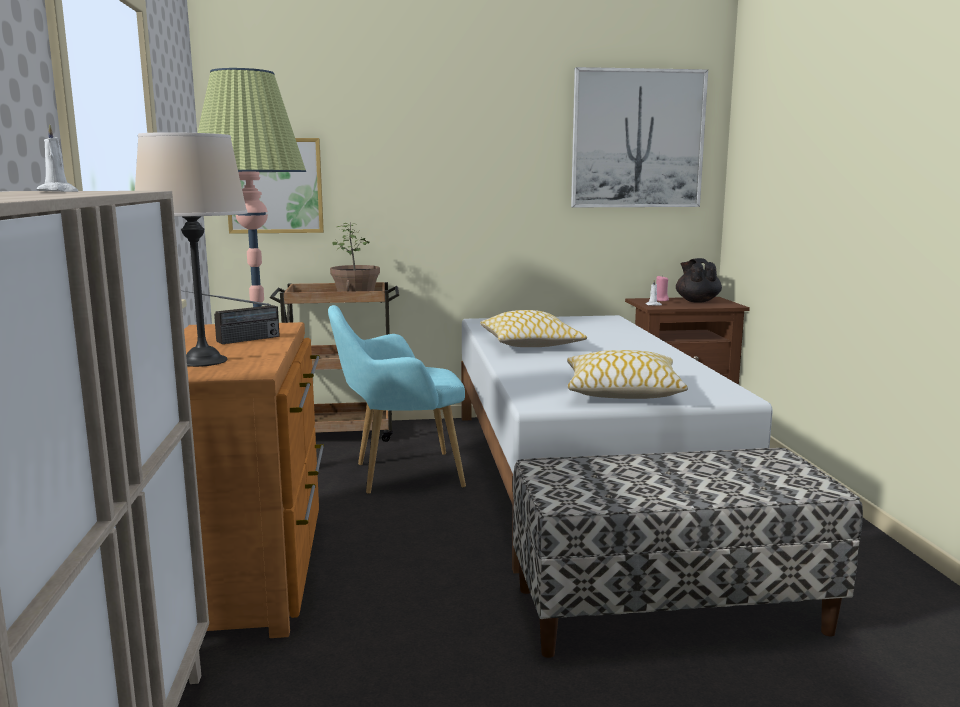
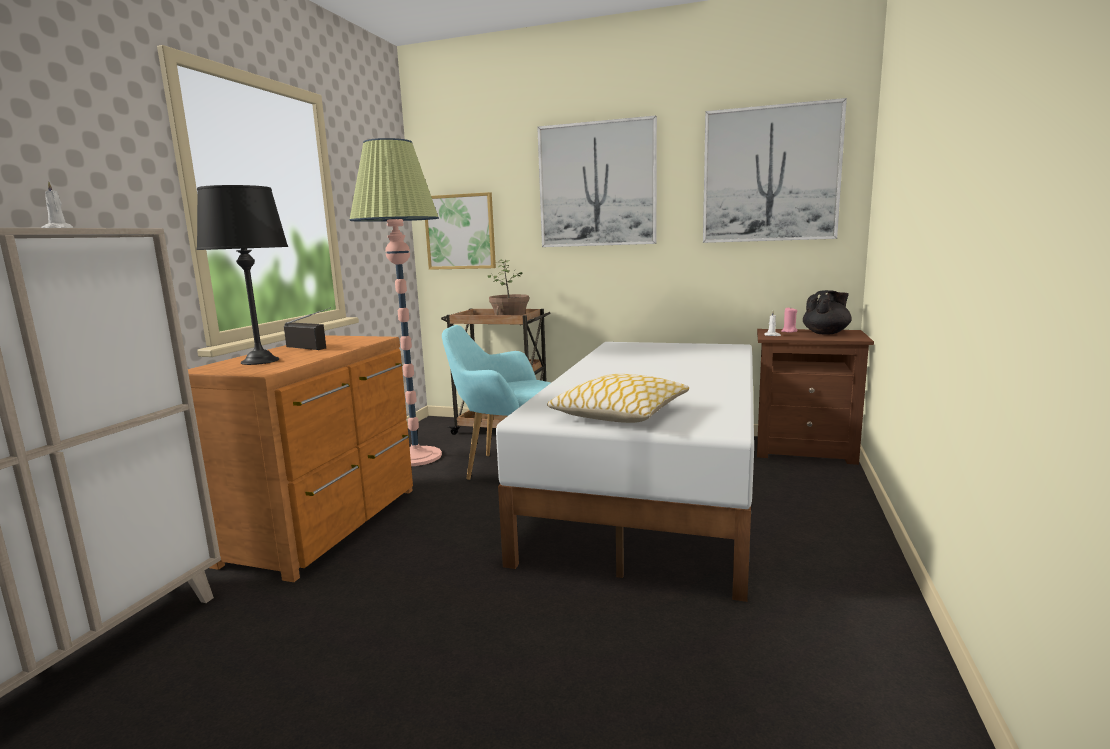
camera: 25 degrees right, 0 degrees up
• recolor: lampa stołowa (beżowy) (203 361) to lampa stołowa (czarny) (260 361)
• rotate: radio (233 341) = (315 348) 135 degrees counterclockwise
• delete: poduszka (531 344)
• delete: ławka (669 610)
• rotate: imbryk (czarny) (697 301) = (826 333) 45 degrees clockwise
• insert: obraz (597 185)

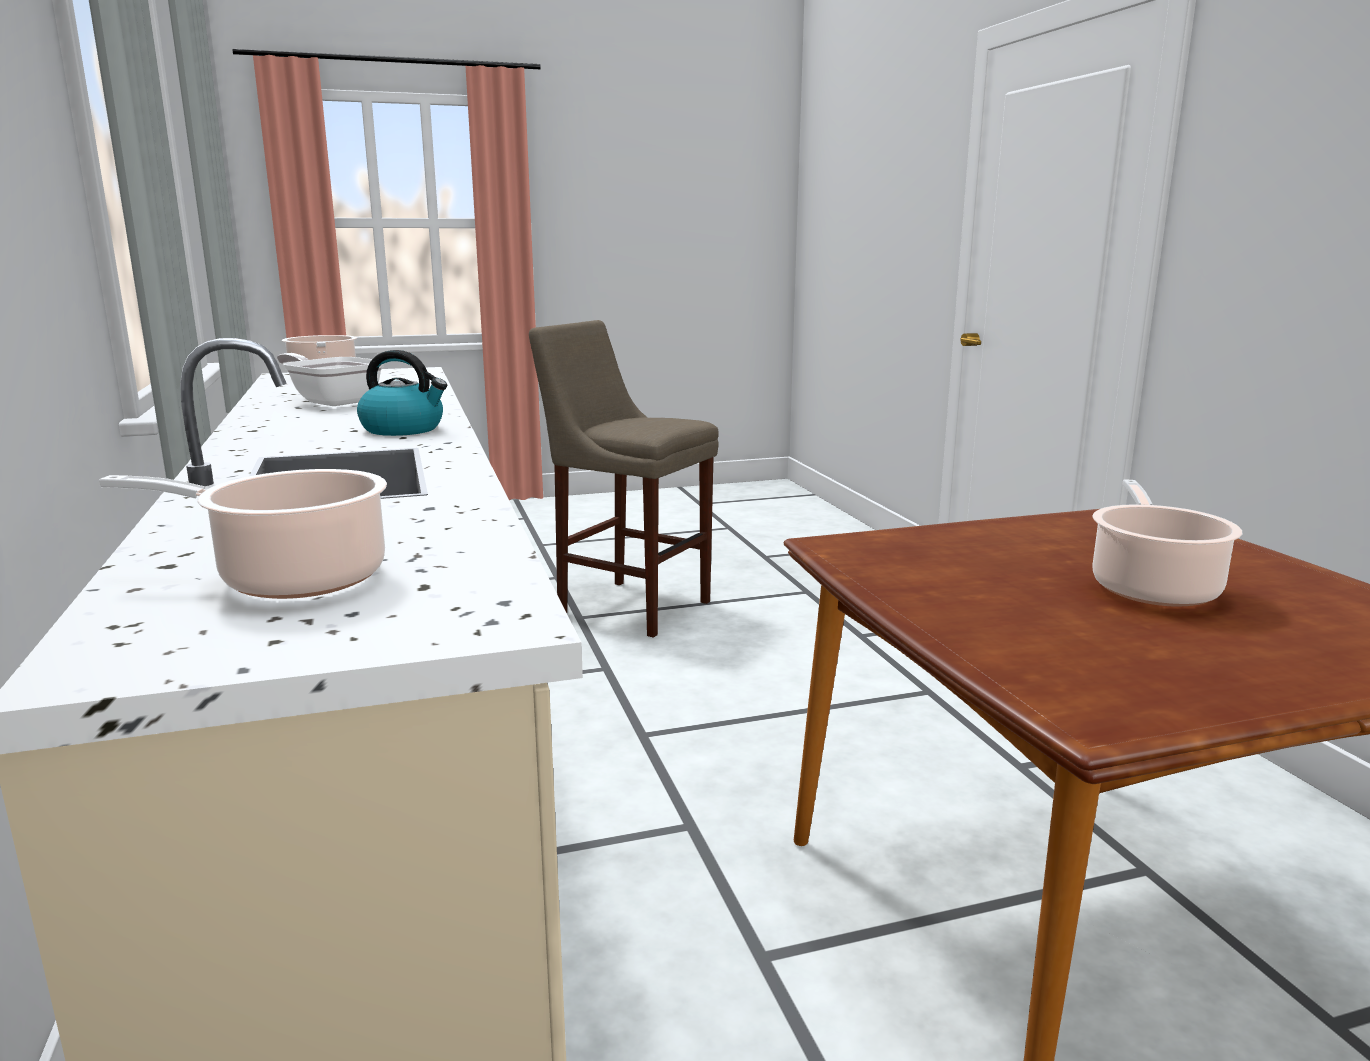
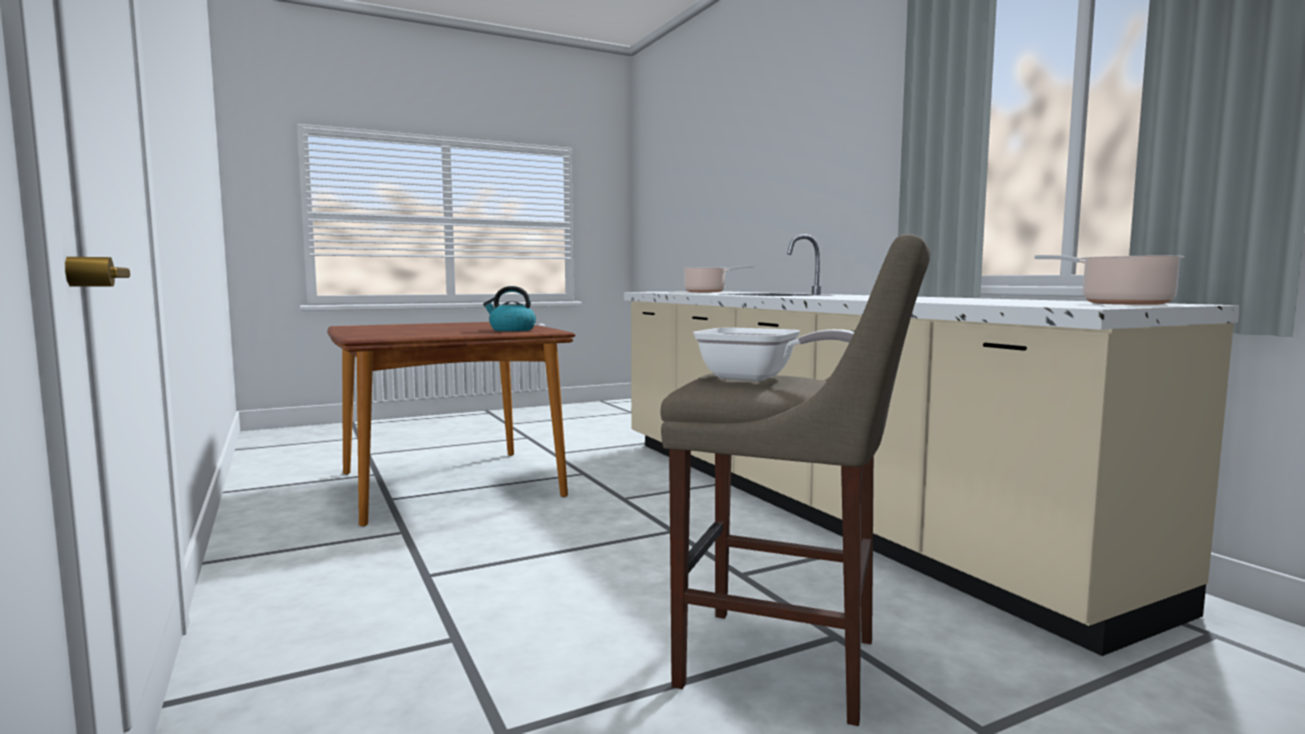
camera: 170 degrees right, 10 degrees down
• move: patelnia (333 401) to (758 378)
• move: czajnik (404 429) to (511 330)
• delete: garnek (1152 587)

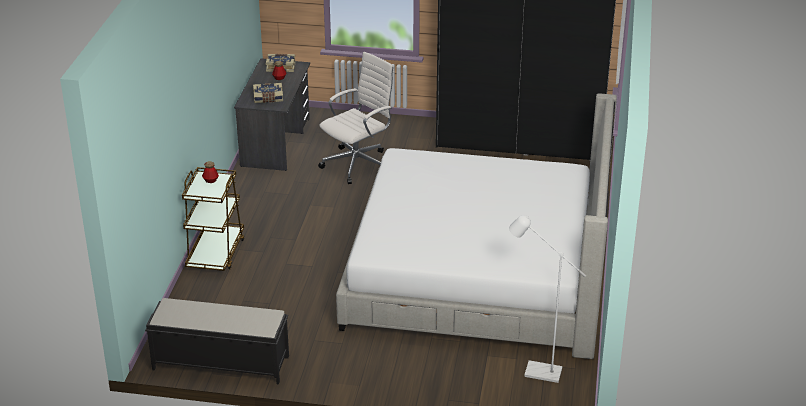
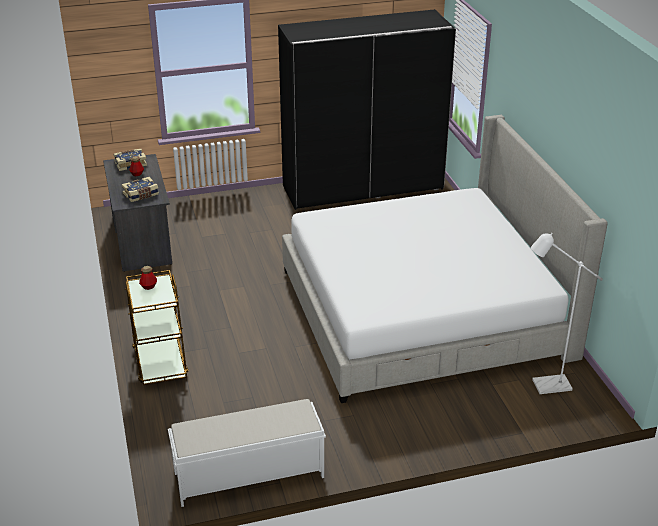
camera: 25 degrees left, 0 degrees up
• recolor: ławka (czarny) (220 363) to ławka (biały) (247 475)
• delete: krzesło biurowe (biały) (358 164)

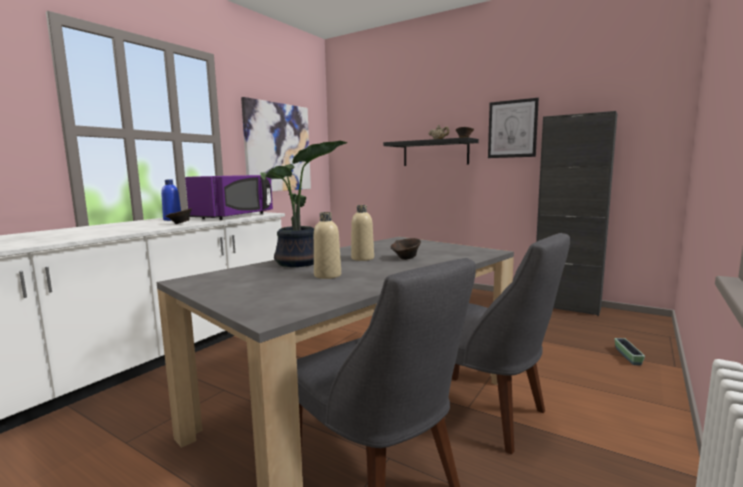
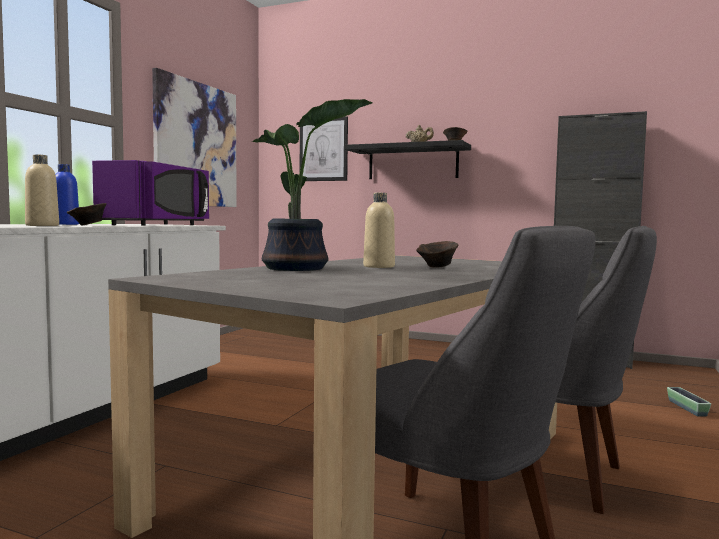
camera: 10 degrees left, 5 degrees down
• move: butelka (beżowy) (327 275) to (42 225)
• move: obraz (512 129) to (323 149)

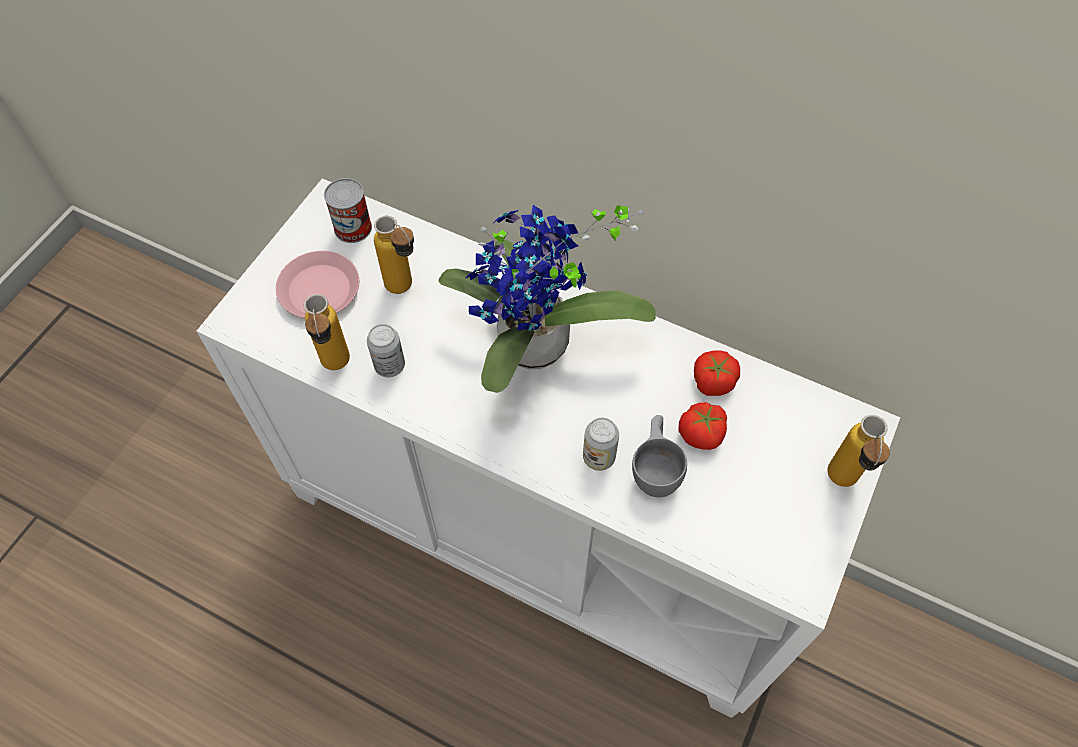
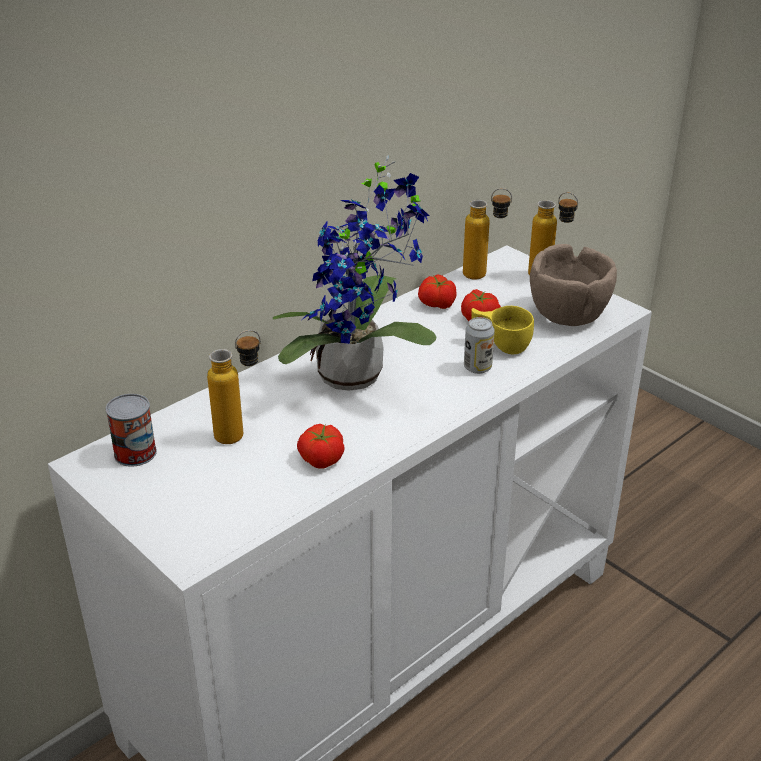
camera: 70 degrees left, 25 degrees down
• delete: talerz (różowy) (319 290)
• move: butelka (337 369) to (484 275)
• replace: puszka (389 366) to pomidor (321 459)
• recolor: filiżanka (szary) (657 468) to filiżanka (żółty) (500 344)
• insert: miska (brązowy) (567 315)

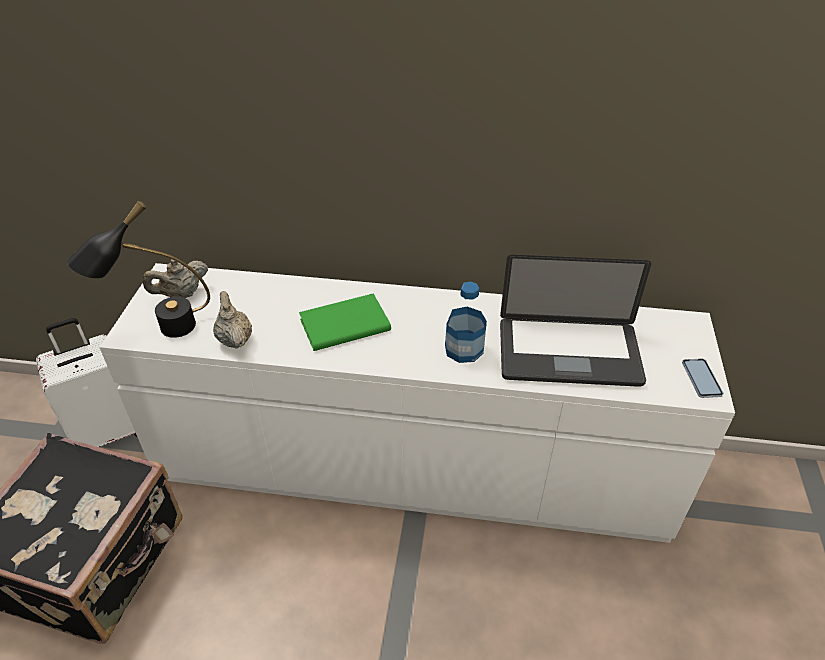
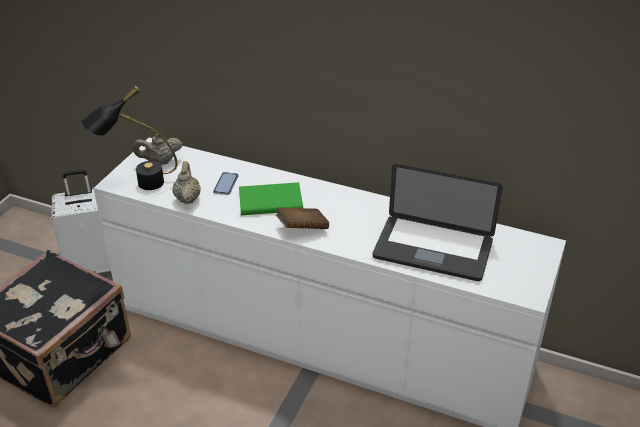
camera: 15 degrees right, 5 degrees down
• delete: butelka (464 349)
• move: telefon (701 379) to (226 184)
• insert: książka (brązowy) (302 228)

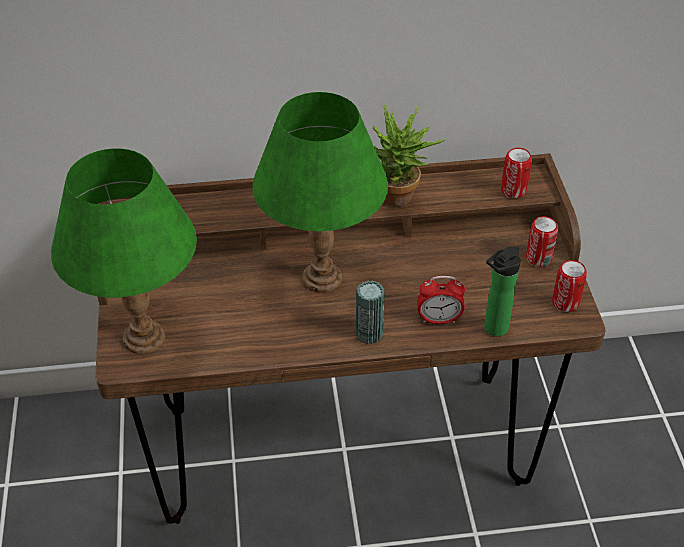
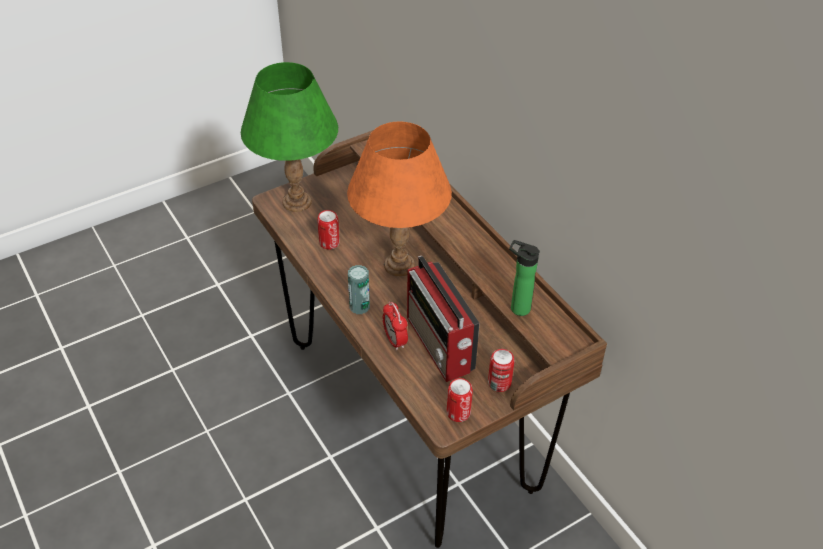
camera: 65 degrees right, 0 degrees up
• recolor: lampa stołowa (zielony) (322 278) to lampa stołowa (pomarańczowy) (398 265)
• delete: roślina doniczkowa (400 200)
• move: butelka (493 329) to (517 307)
• move: puszka (513 190) to (329 243)
• insert: radio (440 346)

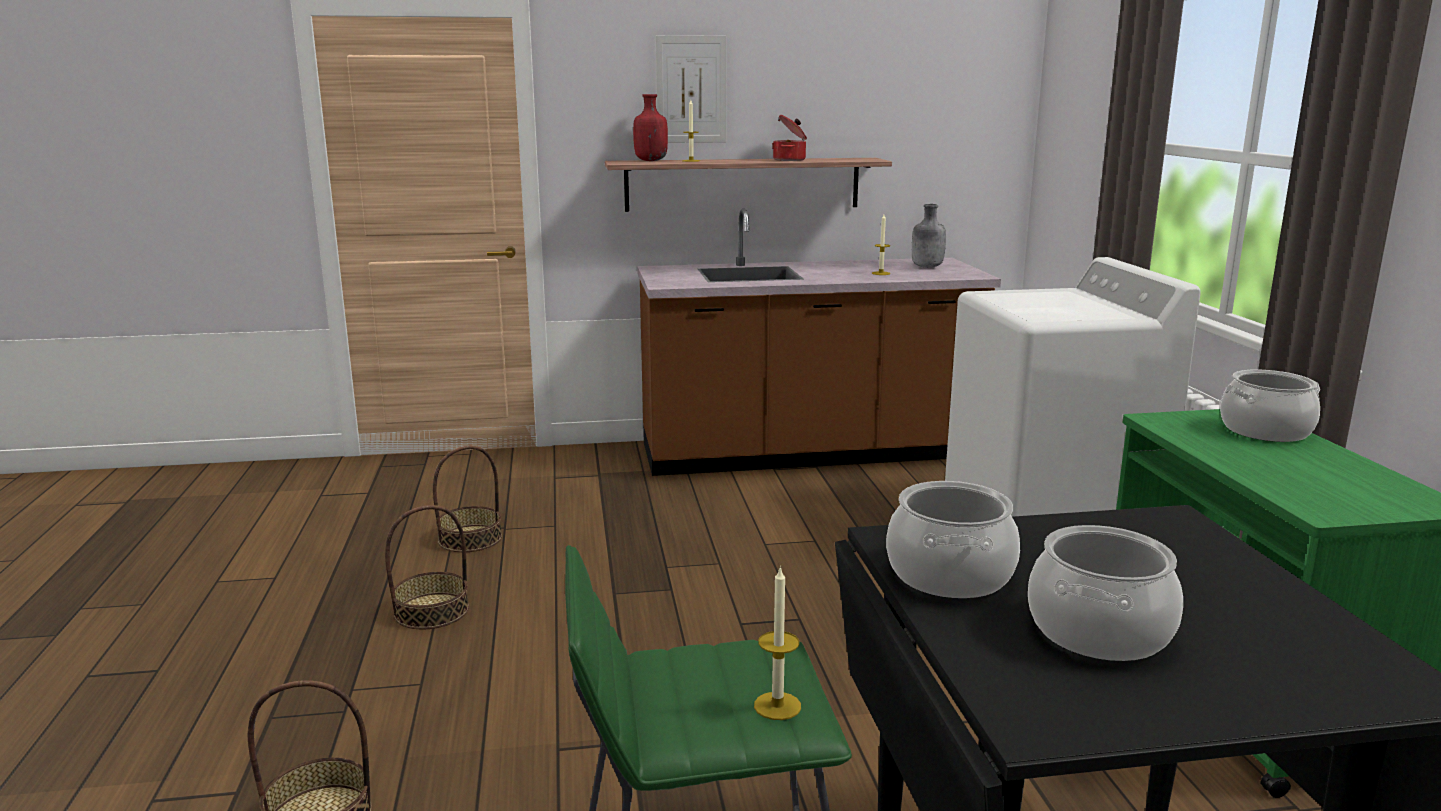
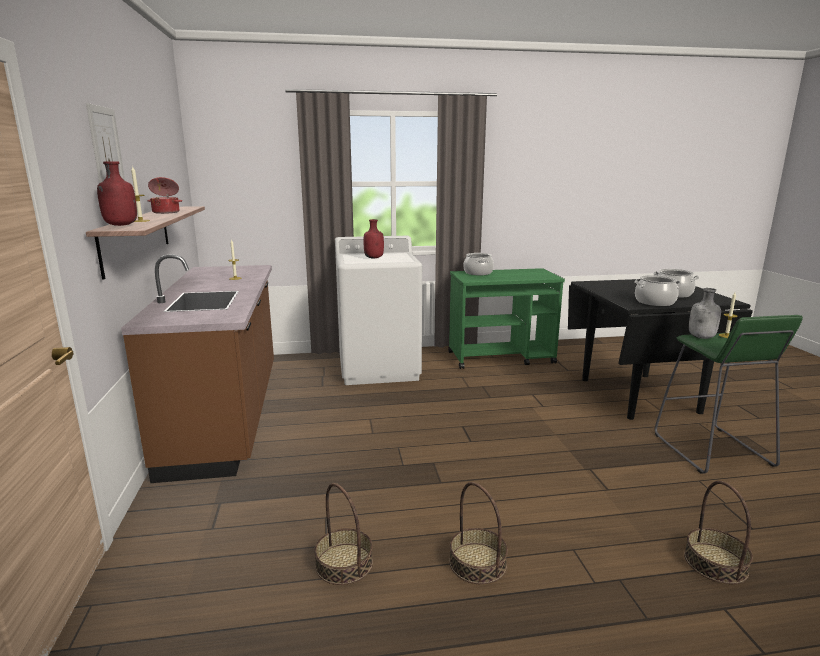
camera: 90 degrees left, 0 degrees up
• move: butelka (szary) (926 267) to (702 337)
• insert: butelka (czerwony) (374 258)

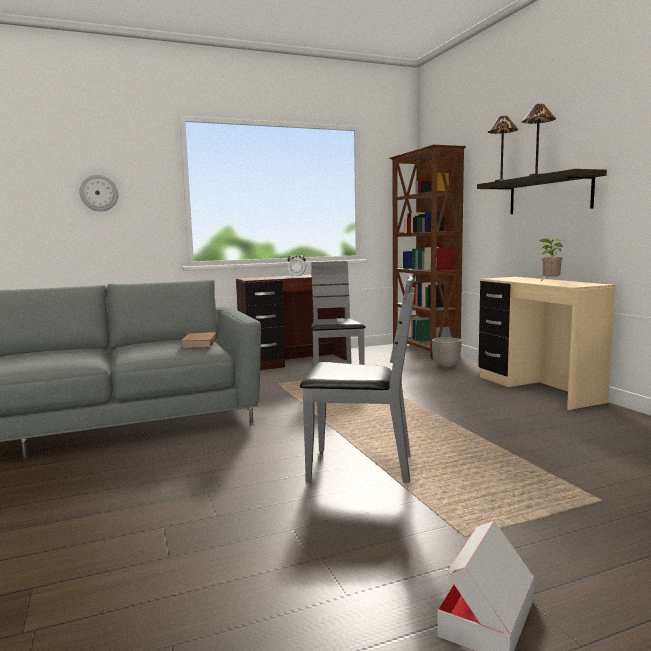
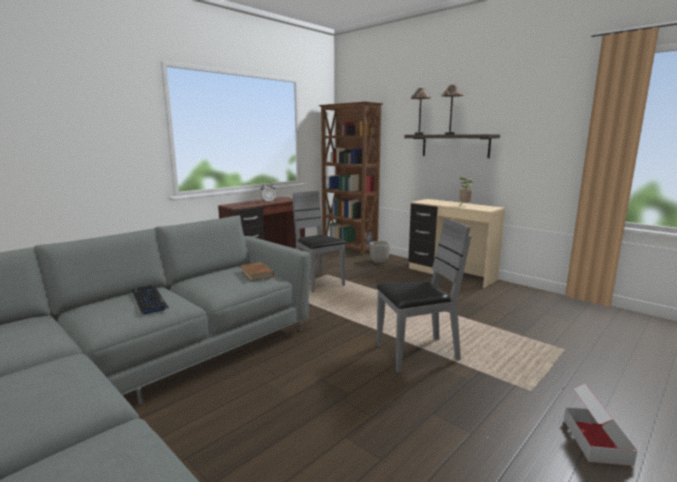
camera: 25 degrees left, 5 degrees up
• delete: zegar ścienny (99 193)
• insert: klawiatura (149 300)

